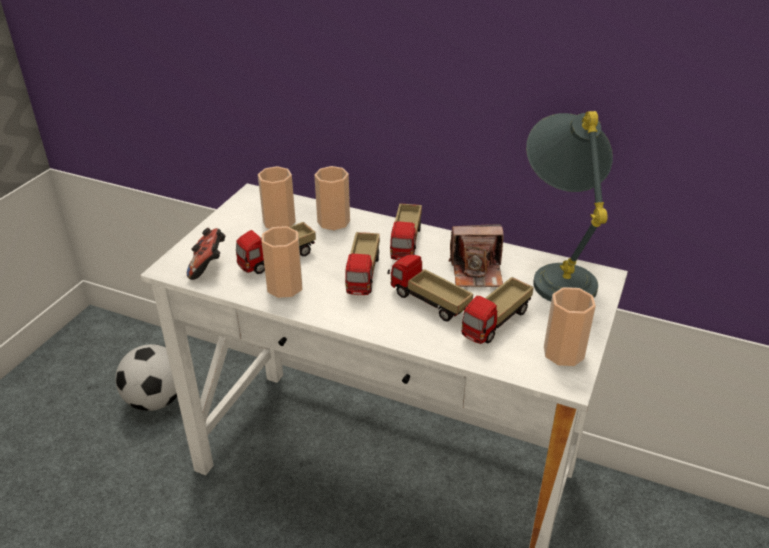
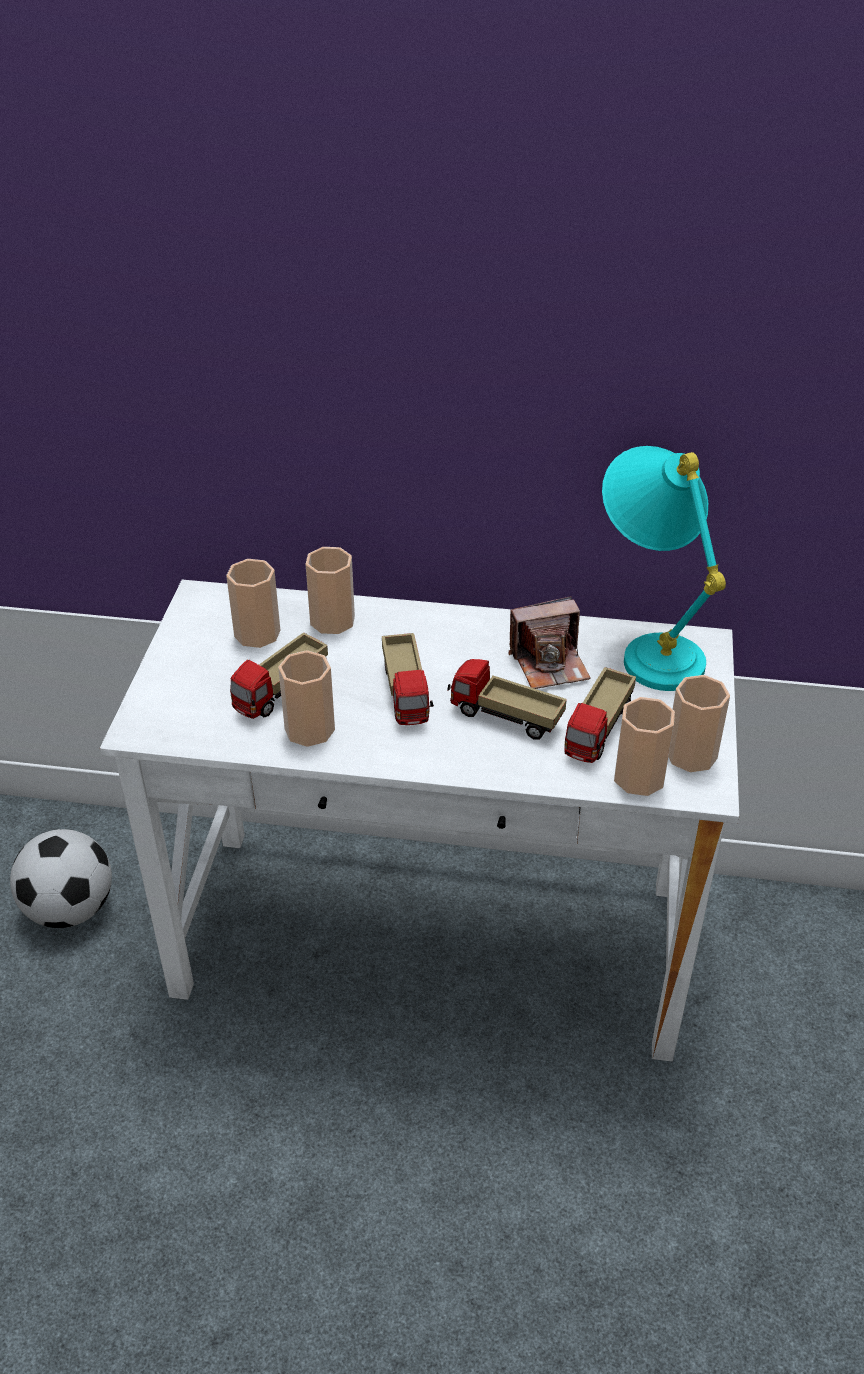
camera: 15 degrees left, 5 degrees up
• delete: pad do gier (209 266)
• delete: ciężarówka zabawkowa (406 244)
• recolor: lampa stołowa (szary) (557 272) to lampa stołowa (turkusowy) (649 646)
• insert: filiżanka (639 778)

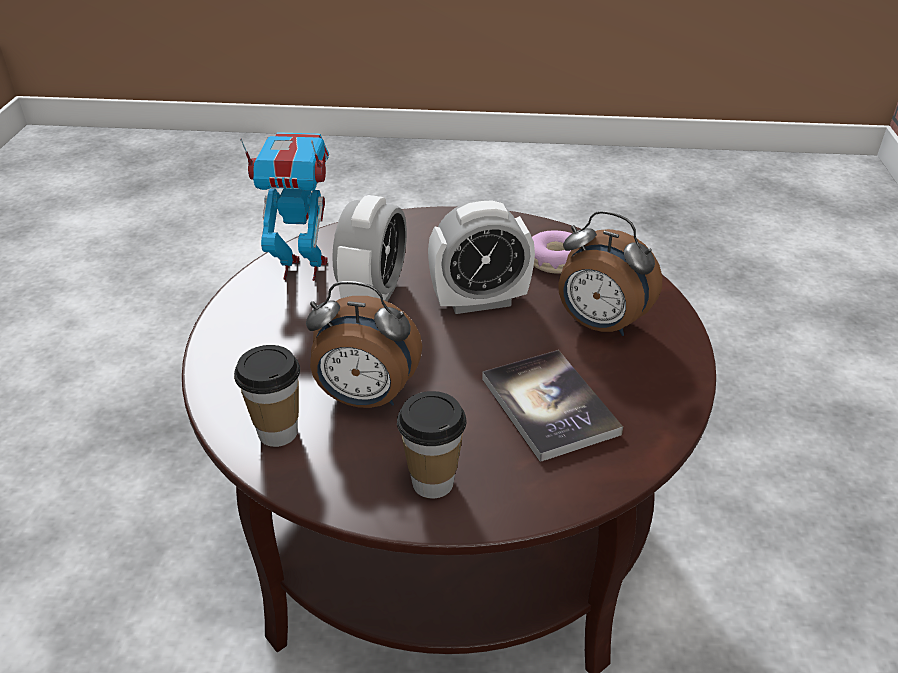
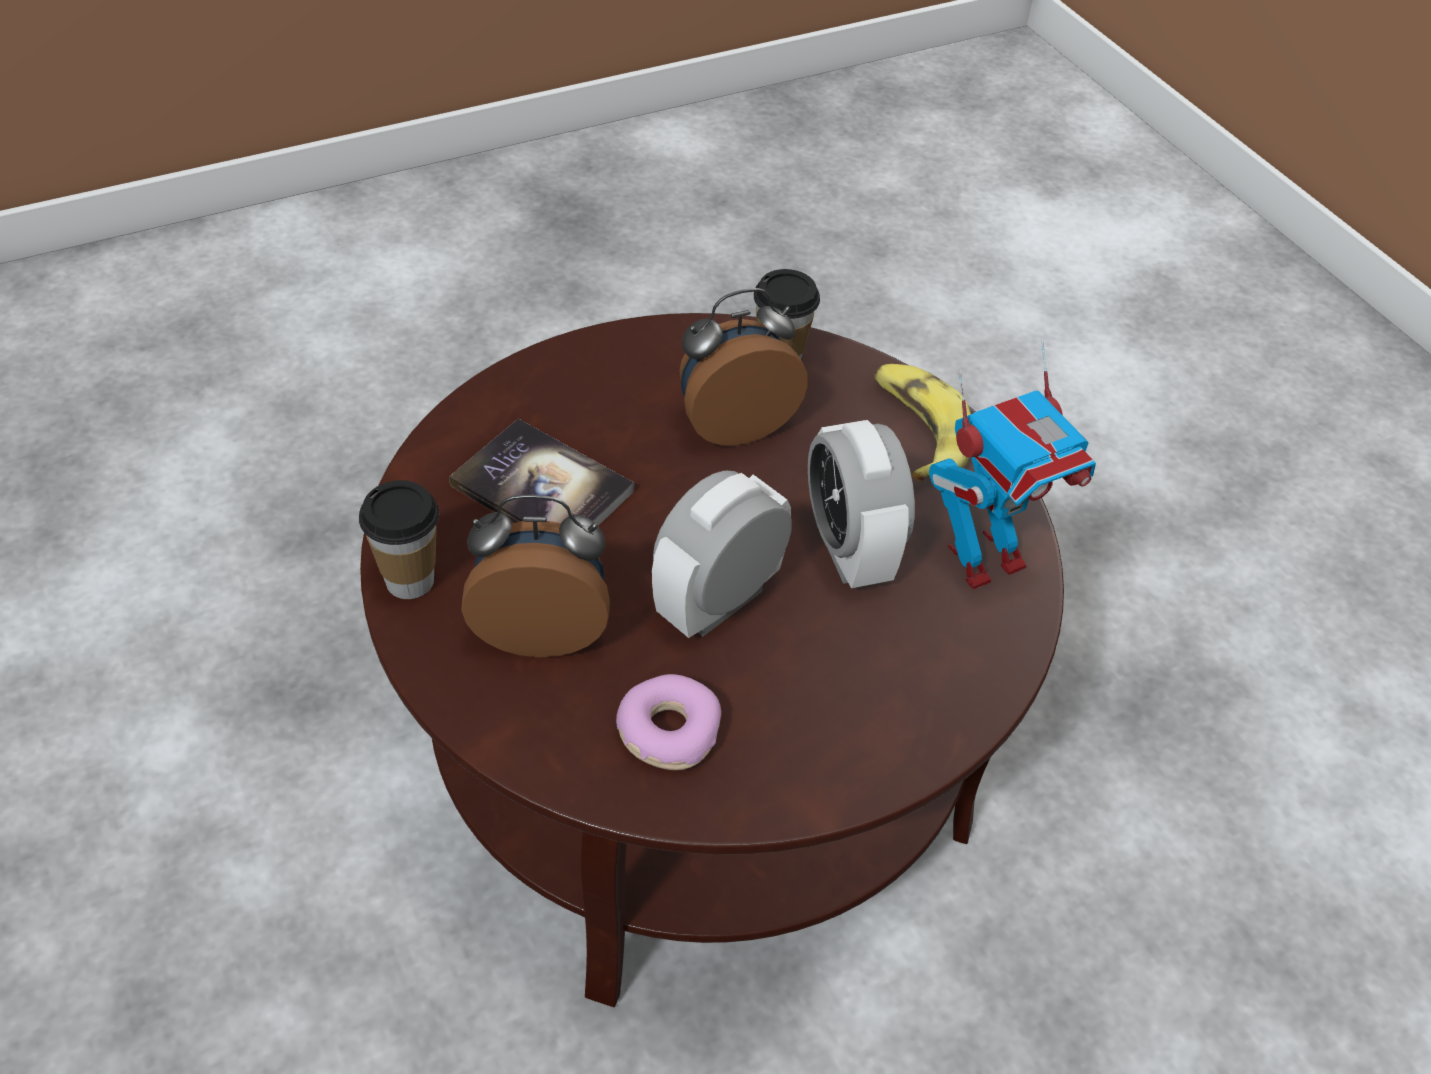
camera: 145 degrees right, 10 degrees up
• move: filiżanka (432 482) to (410 581)
• insert: banan (917 430)

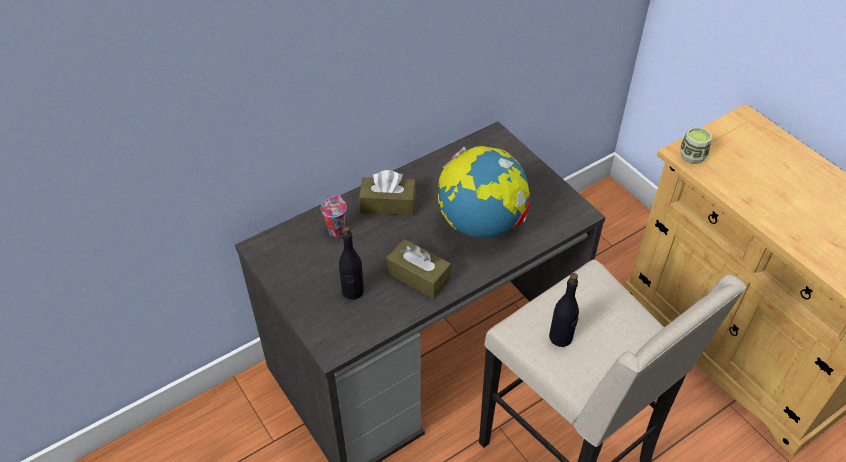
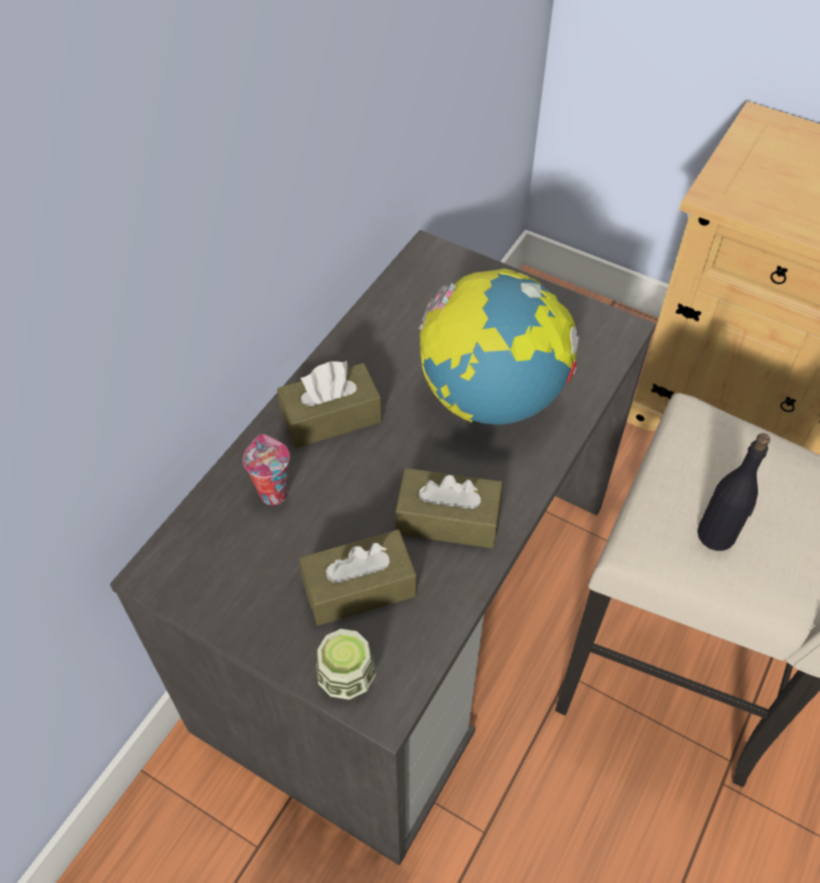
camera: 25 degrees left, 5 degrees up
• replace: butelka (czarny) (353 291) to pudełko chusteczek (brązowy) (359 588)
• move: filiżanka (692 156) to (346 678)

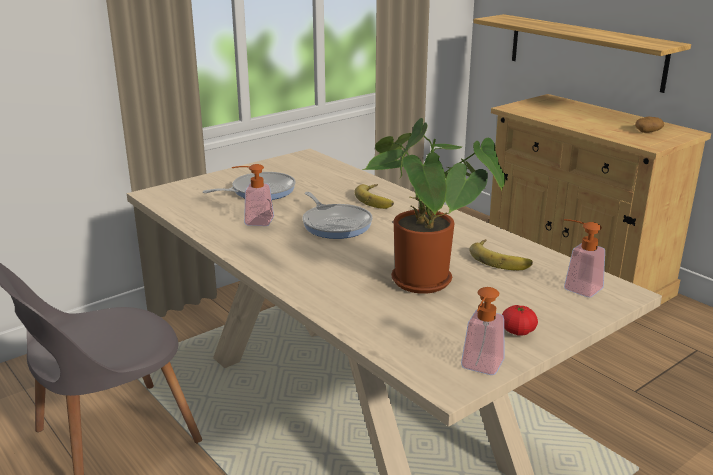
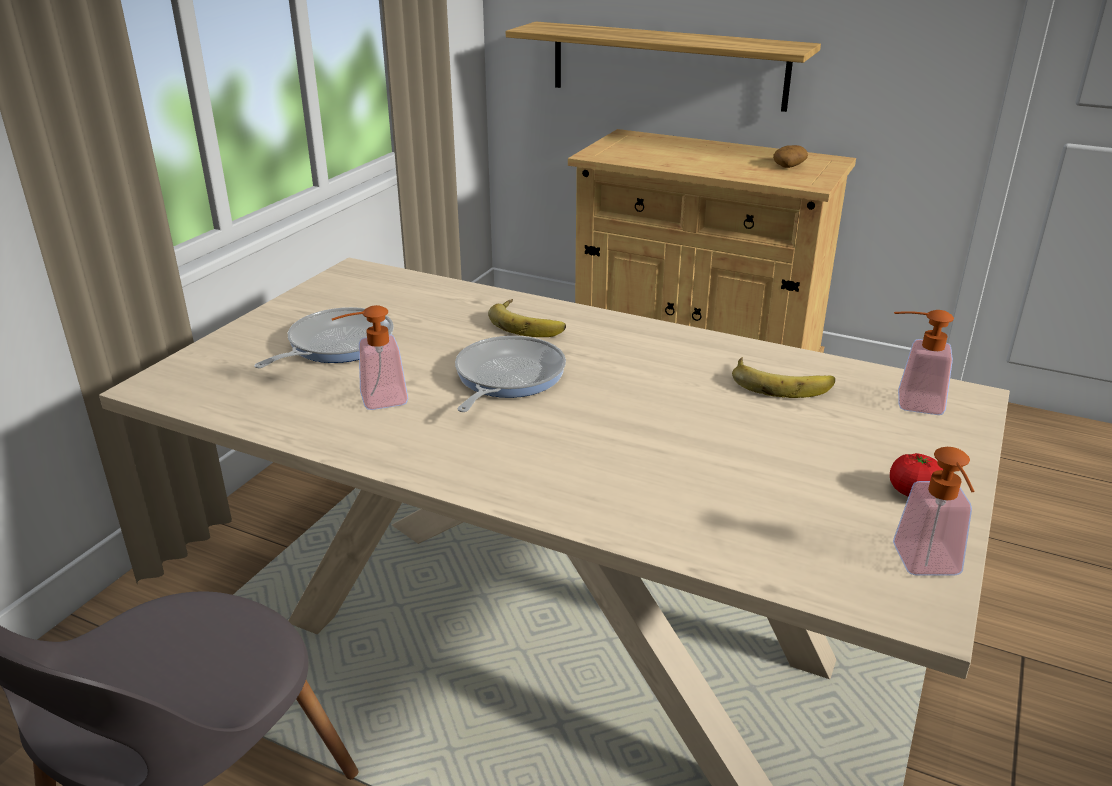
camera: 25 degrees left, 5 degrees up
• rotate: patelnia (335 224) = (506 377) 105 degrees counterclockwise
• delete: roślina doniczkowa (427 283)

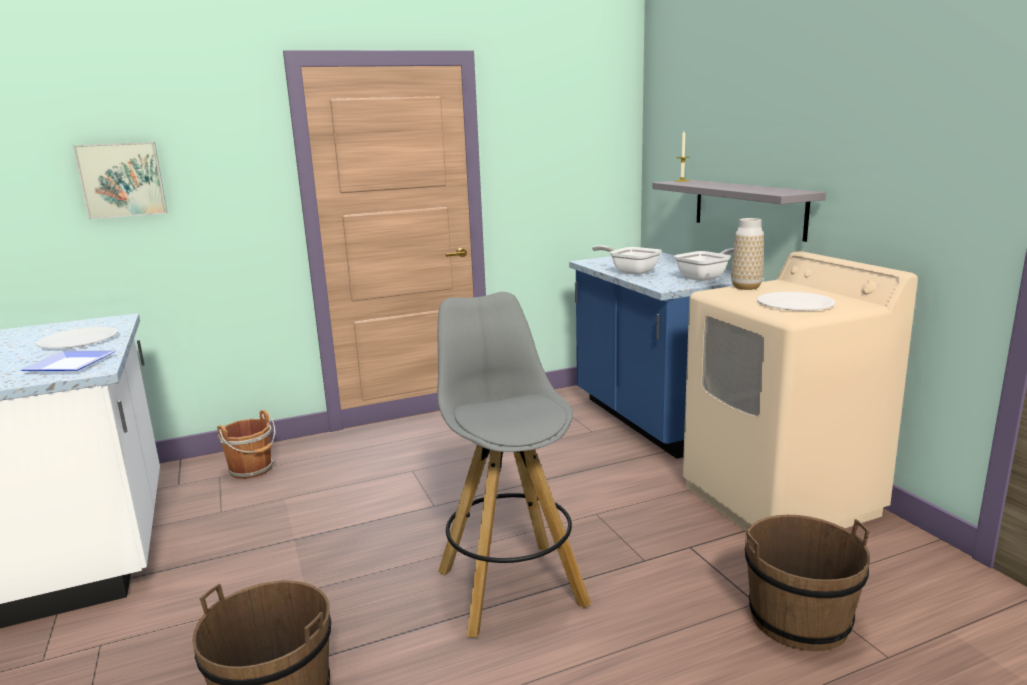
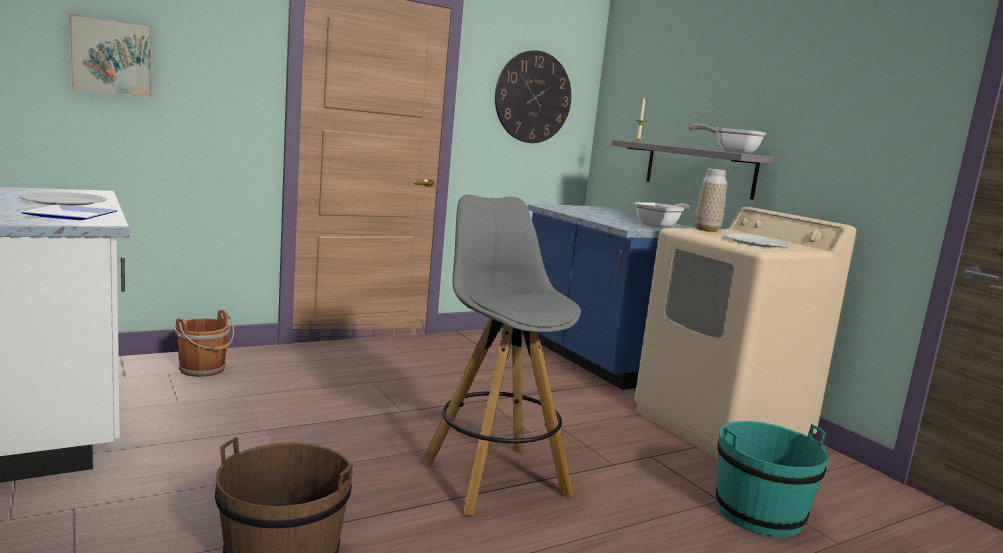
camera: 10 degrees left, 5 degrees down
• move: patelnia (630 271) to (731 152)
• recolor: wiadro (brązowy) (799 619) to wiadro (turkusowy) (759 514)
• insert: zegar ścienny (533 97)

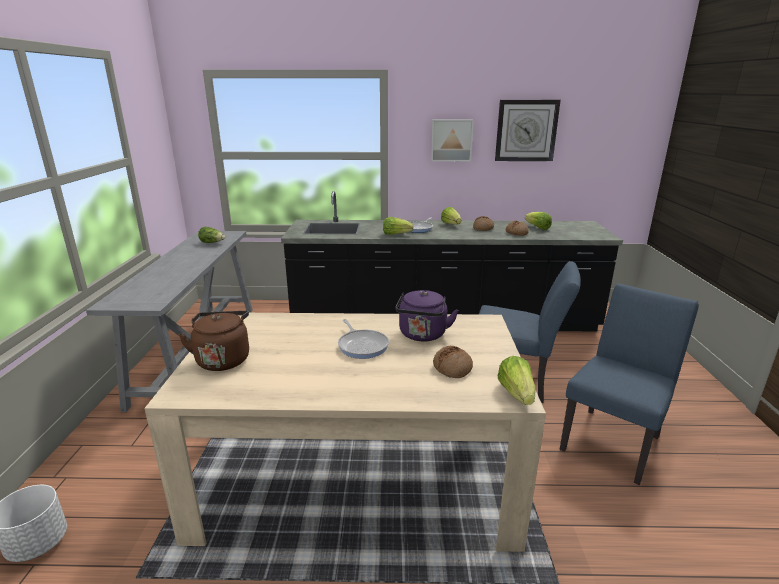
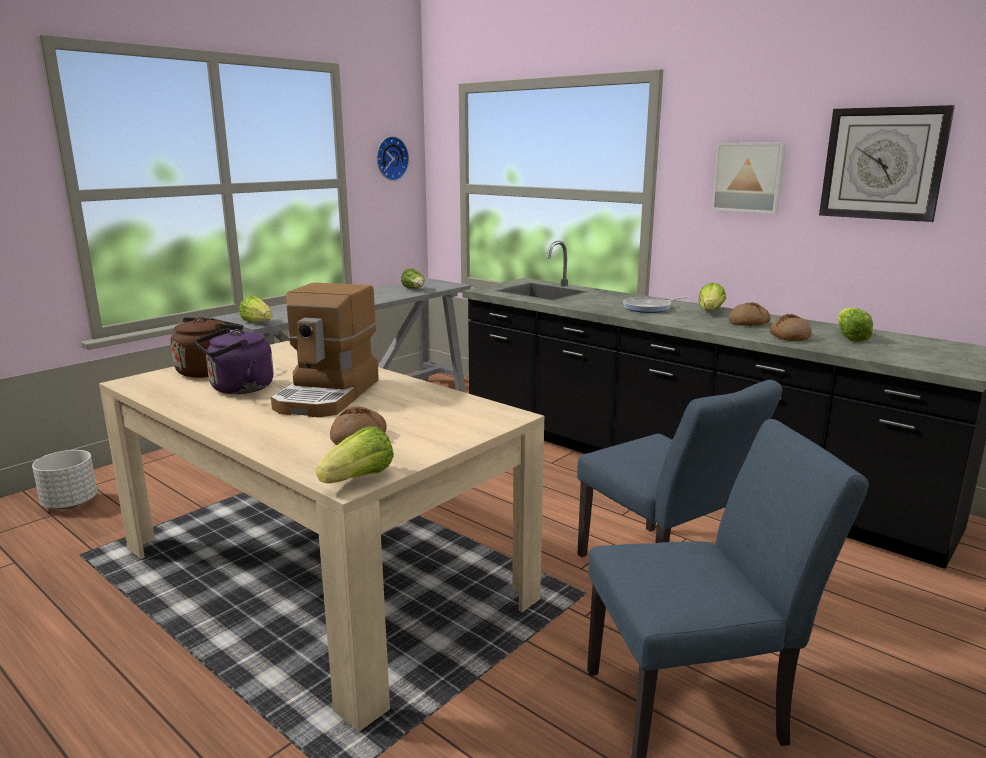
camera: 40 degrees right, 5 degrees down
• replace: patelnia (362 345) to ekspres do kawy (328 395)
• move: sałata (396 234) to (258 323)
• move: czajnik (fioletowy) (422 335) to (238 389)
• insert: zegar ścienny (390 158)

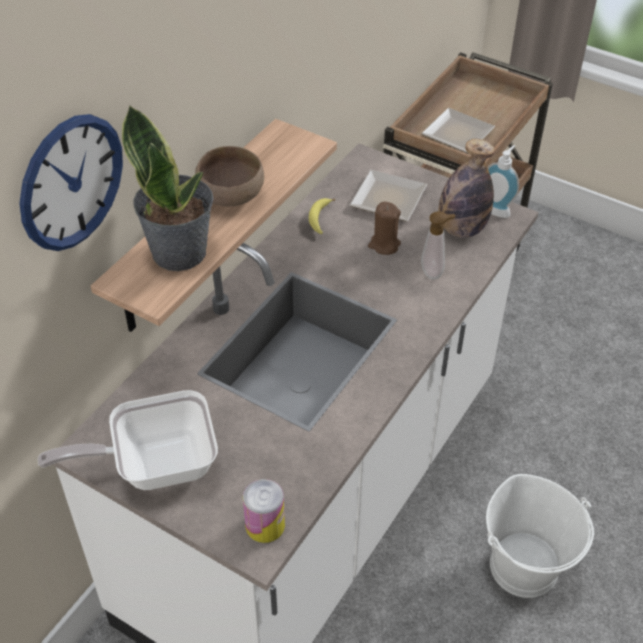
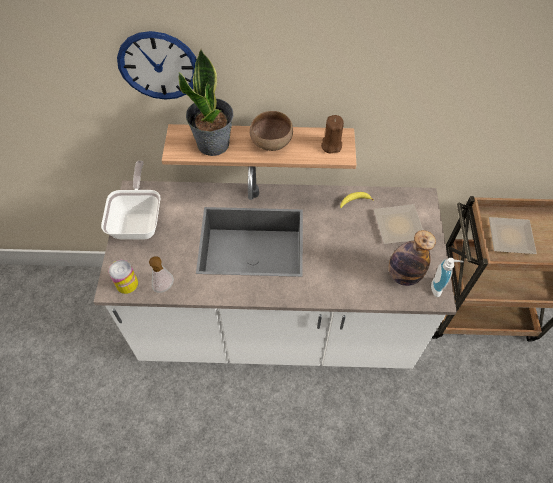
camera: 60 degrees right, 10 degrees up
• rotate: patelnia (154 465) = (139 221) 45 degrees clockwise
• move: świeca (brązowy) (384 245) to (331 145)
• move: dozownik mydła (434 272) to (165 288)
• delete: wiadro (biały) (525 566)

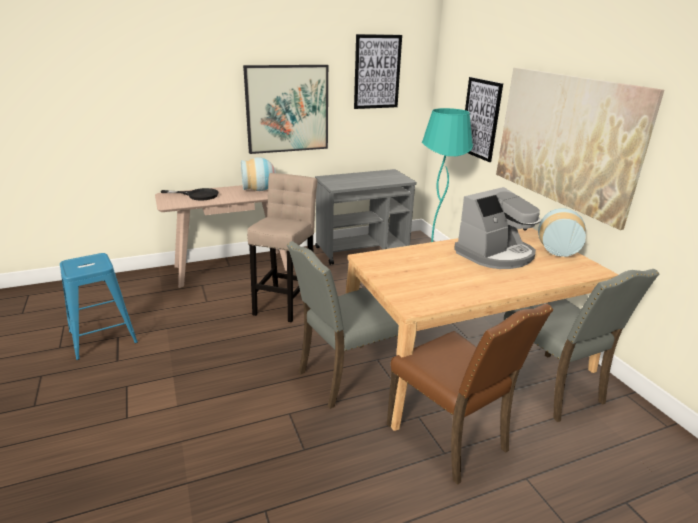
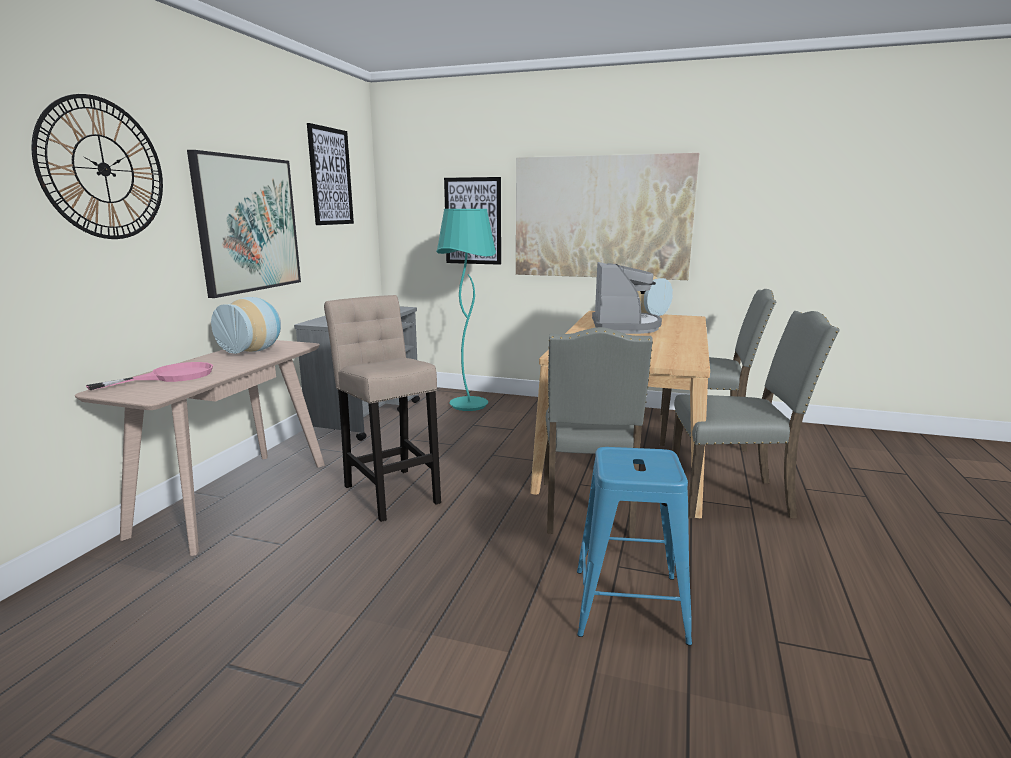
camera: 50 degrees left, 10 degrees down
• move: stołek (niebieski) (103 337) to (628 604)
• recolor: patelnia (czarny) (197 195) to patelnia (różowy) (171 376)
• recolor: krzesło (brązowy) (450 437) to krzesło (szary) (732 497)
• insert: zegar ścienny (103 169)

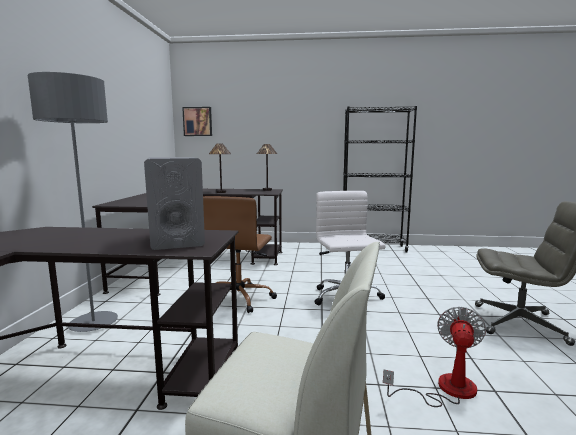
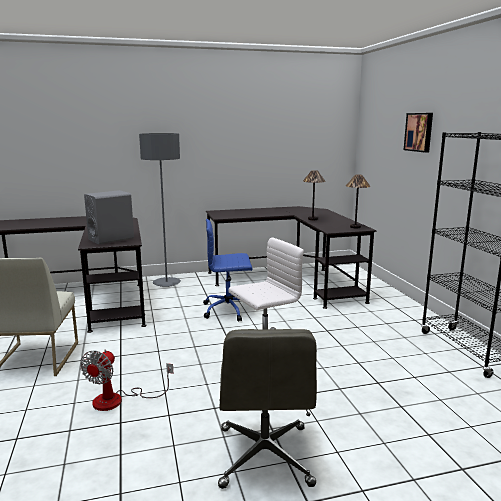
camera: 70 degrees right, 5 degrees up
• move: obraz (198 121) to (419 132)
• recolor: krzesło biurowe (brązowy) (239 298) to krzesło biurowe (niebieski) (229 310)
• rotate: wentylator (445 389) = (118 400) 105 degrees clockwise

